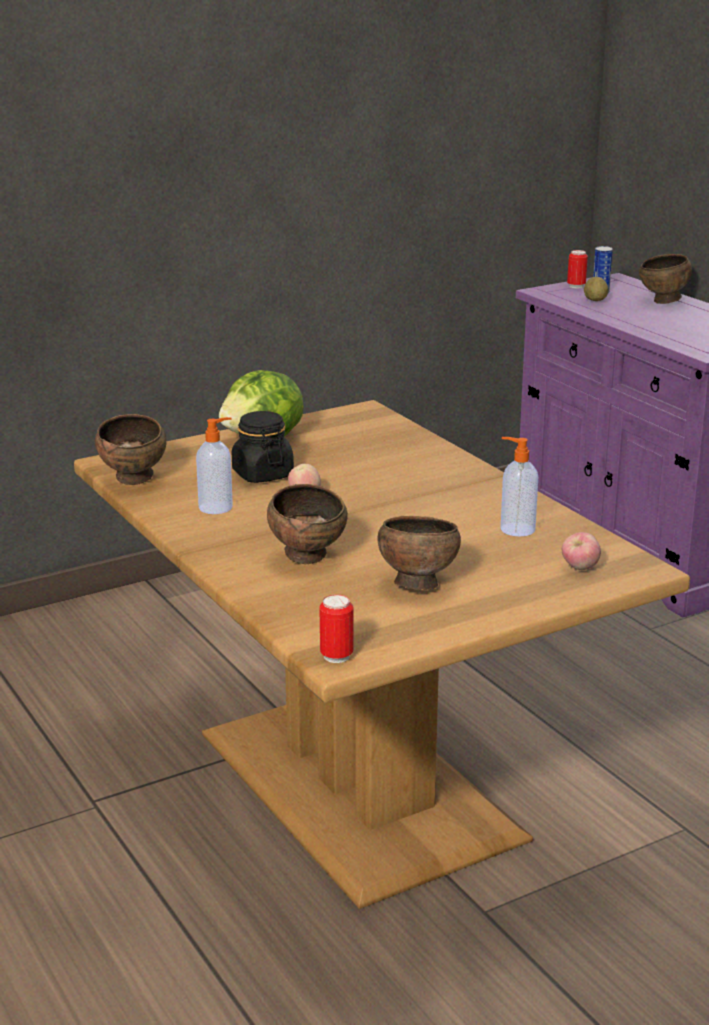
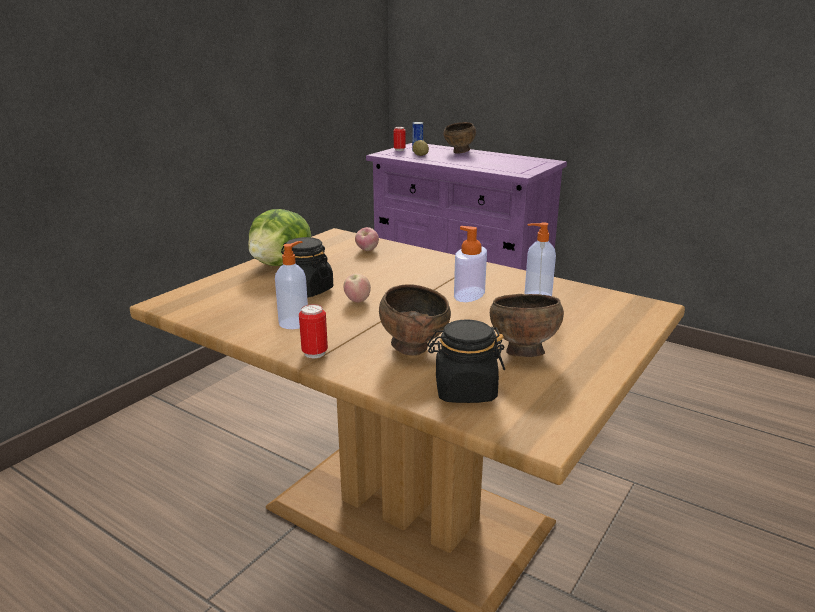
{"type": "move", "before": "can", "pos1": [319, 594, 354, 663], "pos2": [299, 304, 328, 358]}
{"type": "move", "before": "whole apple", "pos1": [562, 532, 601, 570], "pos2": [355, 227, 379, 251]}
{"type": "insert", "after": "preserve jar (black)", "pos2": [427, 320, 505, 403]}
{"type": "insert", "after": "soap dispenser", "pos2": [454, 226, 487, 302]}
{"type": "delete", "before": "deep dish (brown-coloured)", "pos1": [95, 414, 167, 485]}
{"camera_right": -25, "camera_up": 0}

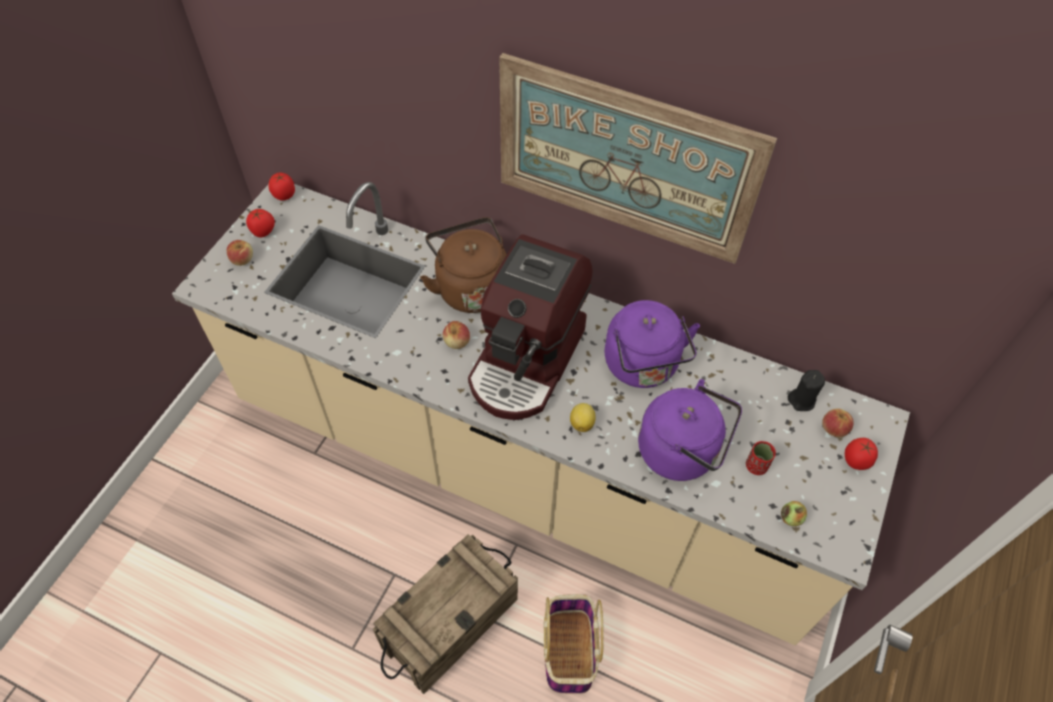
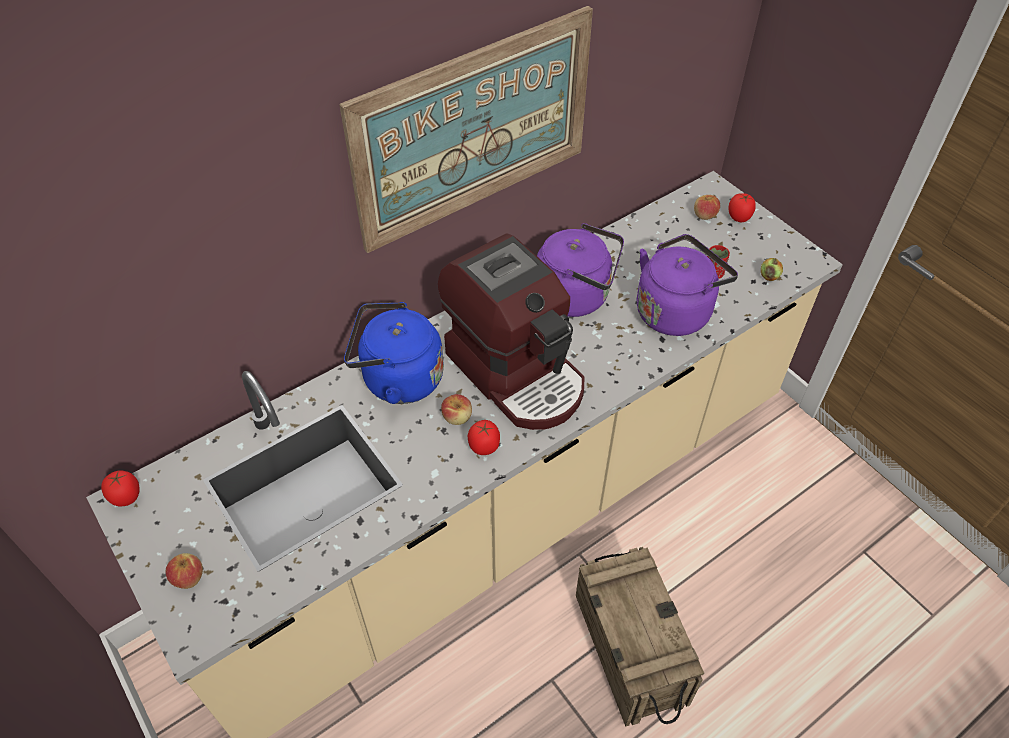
{"type": "recolor", "before": "tea kettle (brown-coloured)", "after": "tea kettle (blue)", "pos1": [420, 217, 507, 313], "pos2": [344, 302, 444, 404]}
{"type": "move", "before": "fresh tomato", "pos1": [246, 209, 275, 237], "pos2": [468, 420, 500, 455]}
{"type": "delete", "before": "basket", "pos1": [544, 594, 604, 694]}
{"type": "delete", "before": "citrus fruit", "pos1": [570, 403, 596, 432]}
{"type": "delete", "before": "wax light (black)", "pos1": [788, 370, 825, 411]}
{"camera_right": -60, "camera_up": -5}

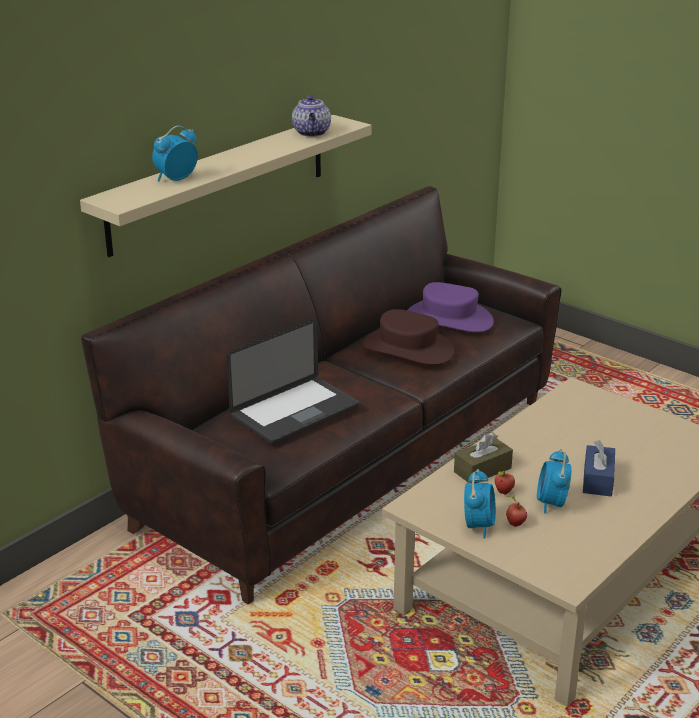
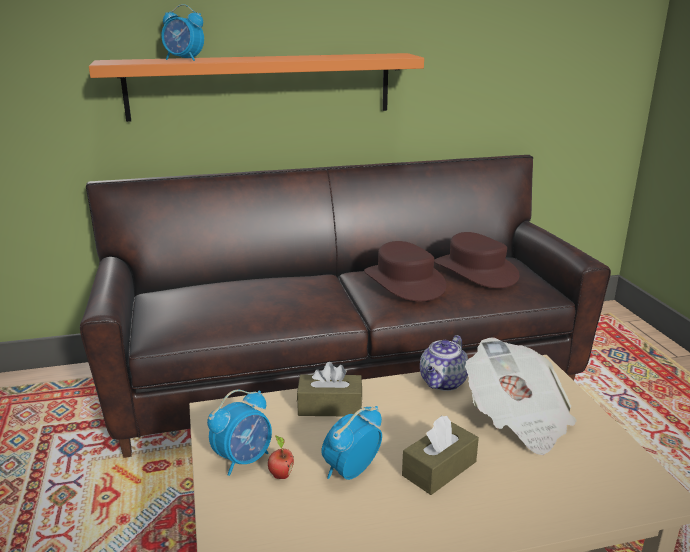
{"type": "recolor", "before": "wall shelf (sand-coloured)", "after": "wall shelf (orange-coloured)", "pos1": [80, 115, 372, 257], "pos2": [89, 53, 424, 122]}
{"type": "rotate", "before": "alarm clock", "pos1": [152, 126, 198, 182], "pos2": [161, 4, 204, 61], "turn": -150}
{"type": "recolor", "before": "tissue box (blue)", "after": "tissue box (brown-coloured)", "pos1": [583, 440, 615, 496], "pos2": [402, 416, 479, 495]}
{"type": "move", "before": "tea pot", "pos1": [292, 95, 331, 137], "pos2": [420, 335, 468, 391]}
{"type": "recolor", "before": "hat (purple-coloured)", "after": "hat (brown-coloured)", "pos1": [407, 282, 493, 332], "pos2": [434, 232, 519, 288]}
{"type": "insert", "after": "daily paper", "pos2": [465, 338, 577, 455]}
{"type": "delete", "before": "notebook computer", "pos1": [226, 319, 359, 444]}
{"type": "delete", "before": "whole apple", "pos1": [495, 471, 515, 495]}
{"camera_right": 35, "camera_up": -5}

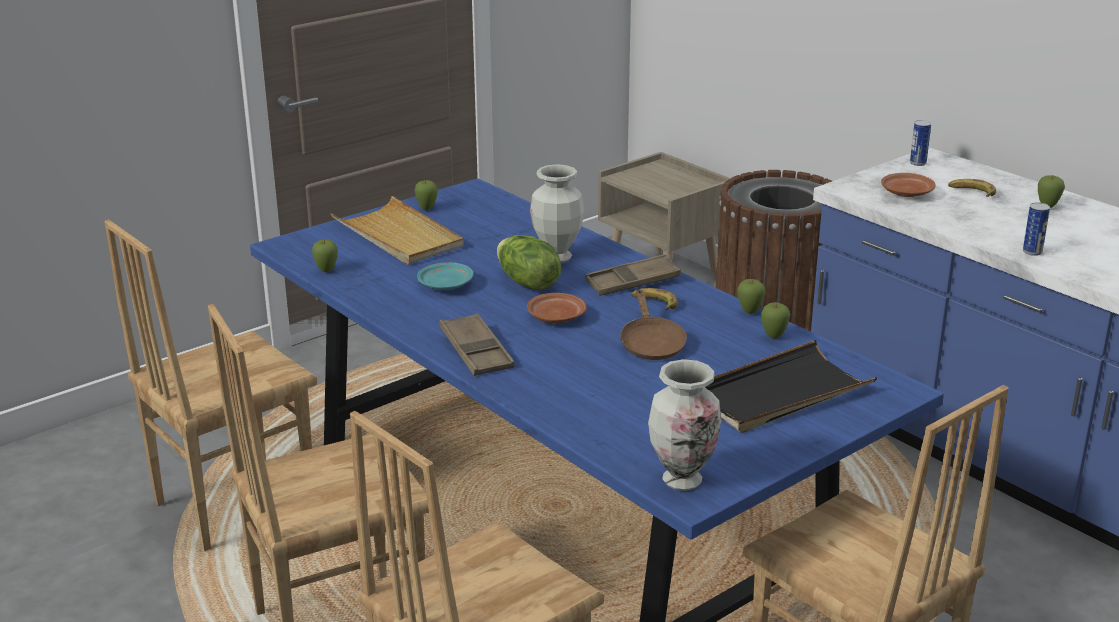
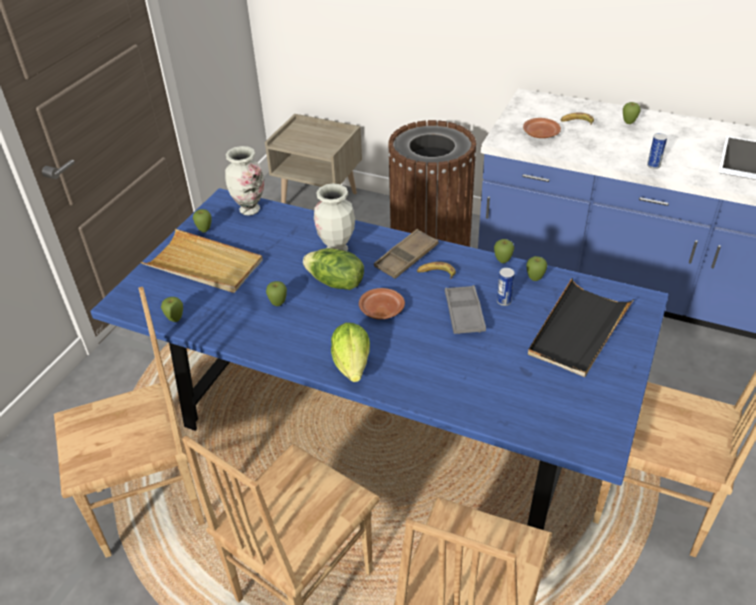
{"type": "rotate", "before": "plain chair (brown-coloured)", "pos1": [104, 219, 317, 551], "pos2": [54, 287, 205, 558], "turn": -135}
{"type": "move", "before": "decorative vase", "pos1": [648, 359, 721, 491], "pos2": [225, 146, 264, 216]}
{"type": "replace", "before": "flat dish (turquoise)", "after": "whole apple", "pos1": [417, 262, 474, 290], "pos2": [266, 281, 287, 306]}
{"type": "replace", "before": "carrying tray (brown-coloured)", "after": "lettuce", "pos1": [439, 313, 515, 376], "pos2": [331, 323, 370, 382]}
{"type": "replace", "before": "frying pan (brown-coloured)", "after": "carrying tray (greyish)", "pos1": [620, 289, 687, 360], "pos2": [445, 285, 486, 334]}
{"type": "move", "before": "can", "pos1": [910, 120, 931, 166], "pos2": [497, 268, 515, 306]}
{"camera_right": -25, "camera_up": 15}

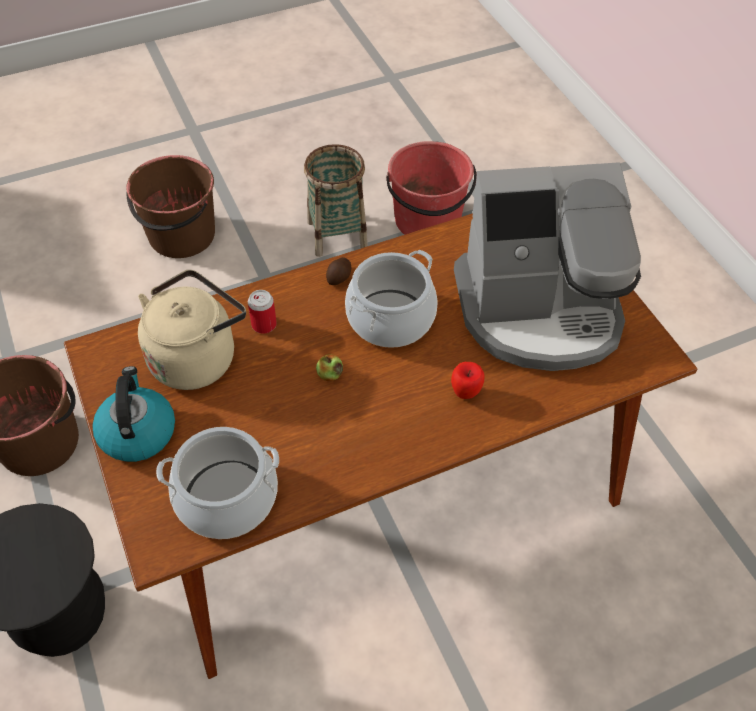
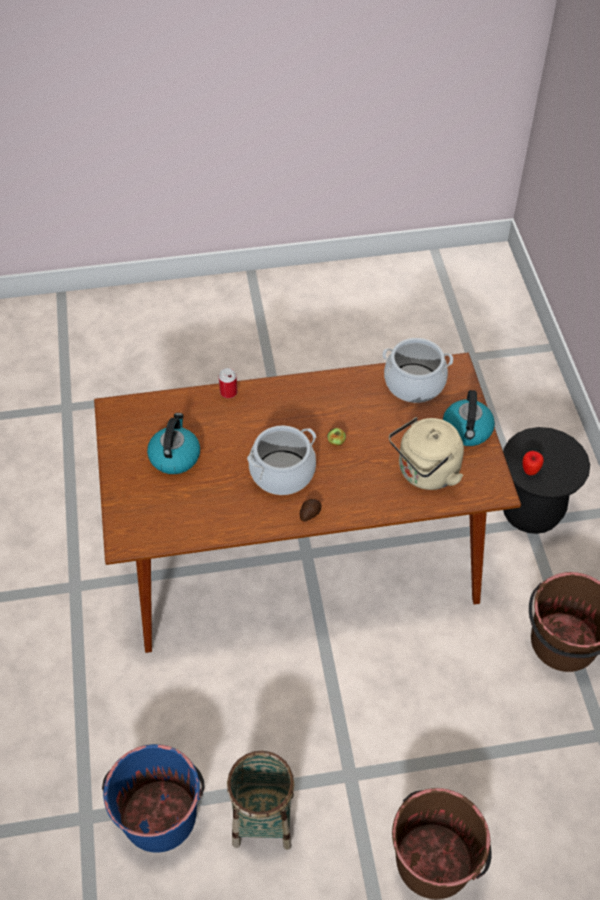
{"type": "recolor", "before": "water bucket (red)", "after": "water bucket (blue)", "pos1": [386, 141, 477, 235], "pos2": [102, 744, 204, 853]}
{"type": "replace", "before": "coffee machine", "after": "tea kettle", "pos1": [454, 162, 641, 371], "pos2": [147, 413, 200, 474]}
{"type": "move", "before": "can", "pos1": [248, 290, 277, 334], "pos2": [219, 368, 237, 398]}
{"type": "move", "before": "whole apple", "pos1": [451, 362, 484, 399], "pos2": [522, 451, 544, 475]}
{"camera_right": -165, "camera_up": 0}

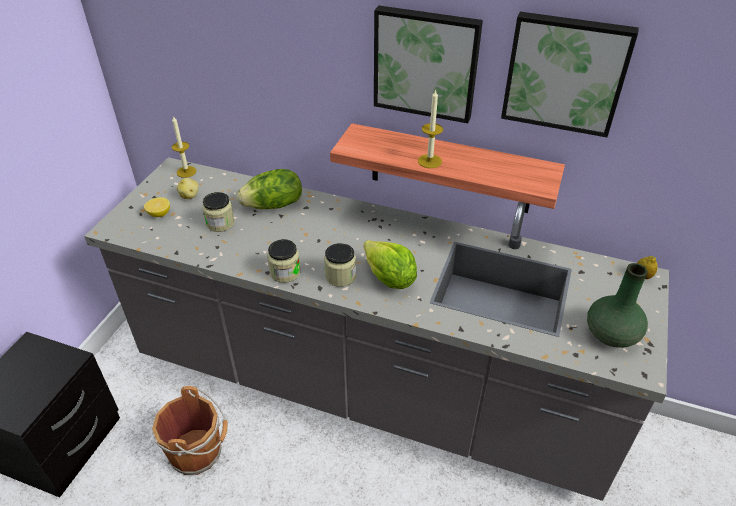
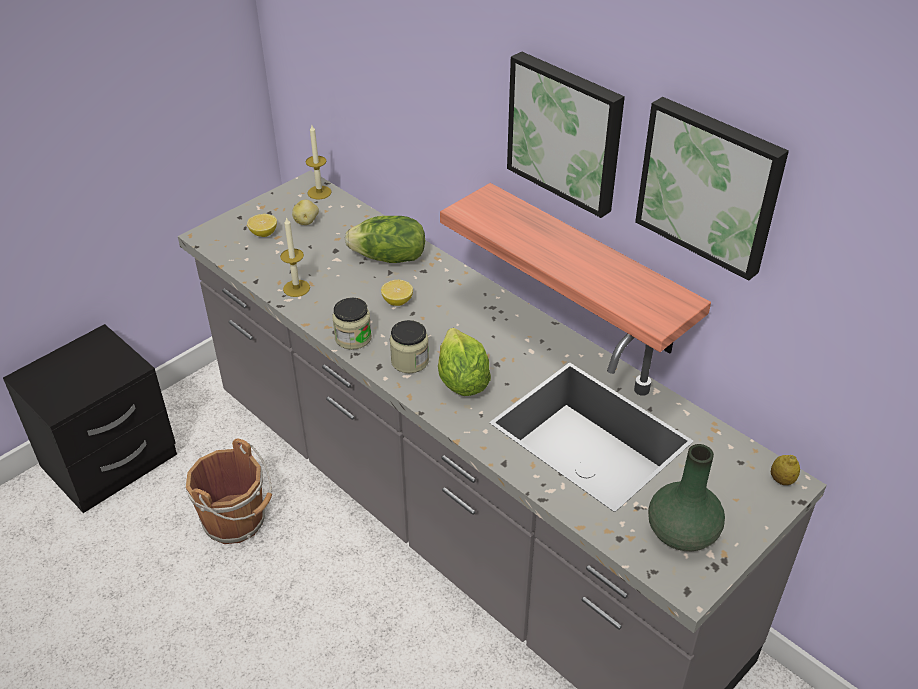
{"type": "move", "before": "wax light", "pos1": [418, 89, 443, 168], "pos2": [280, 217, 310, 297]}
{"type": "insert", "after": "citrus fruit", "pos2": [381, 280, 413, 306]}
{"type": "delete", "before": "preserve jar", "pos1": [202, 192, 235, 232]}
{"camera_right": 25, "camera_up": 0}

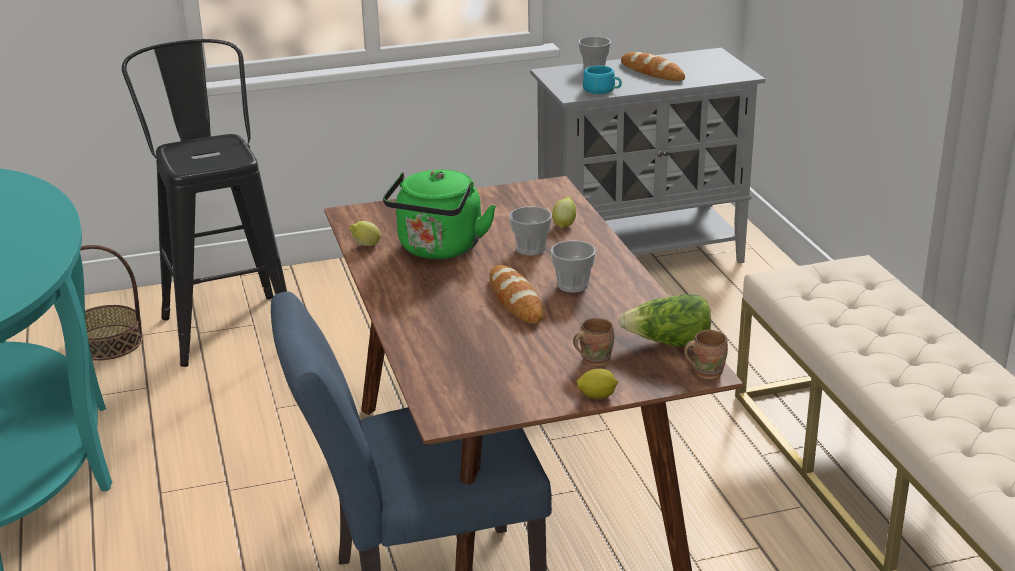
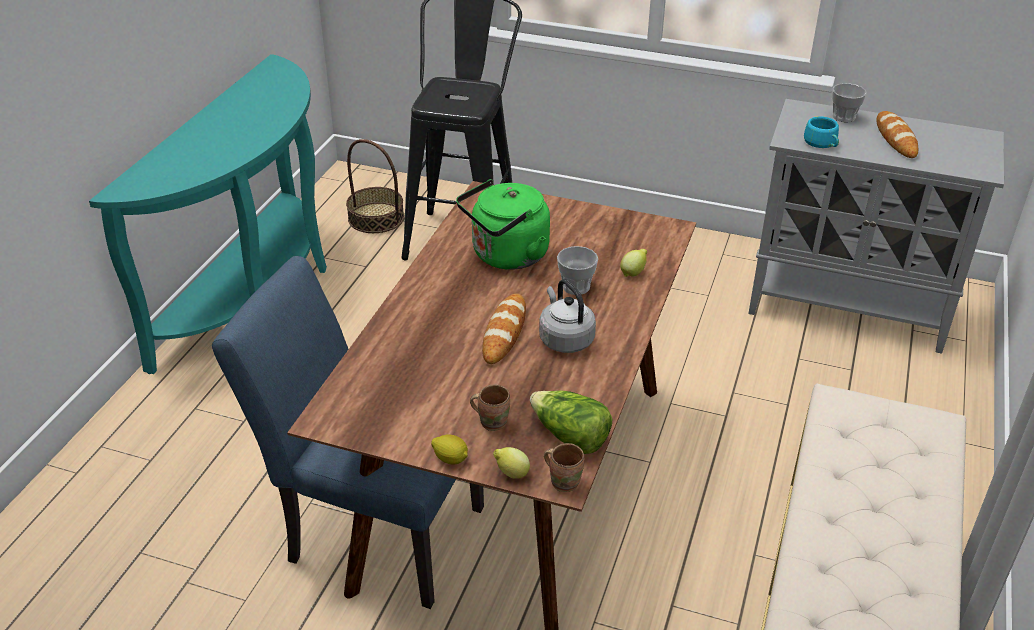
{"type": "move", "before": "citrus fruit", "pos1": [349, 221, 380, 246], "pos2": [493, 447, 530, 479]}
{"type": "replace", "before": "cup", "after": "tea kettle (greyish)", "pos1": [550, 240, 596, 293], "pos2": [539, 279, 596, 353]}
{"camera_right": 35, "camera_up": 10}

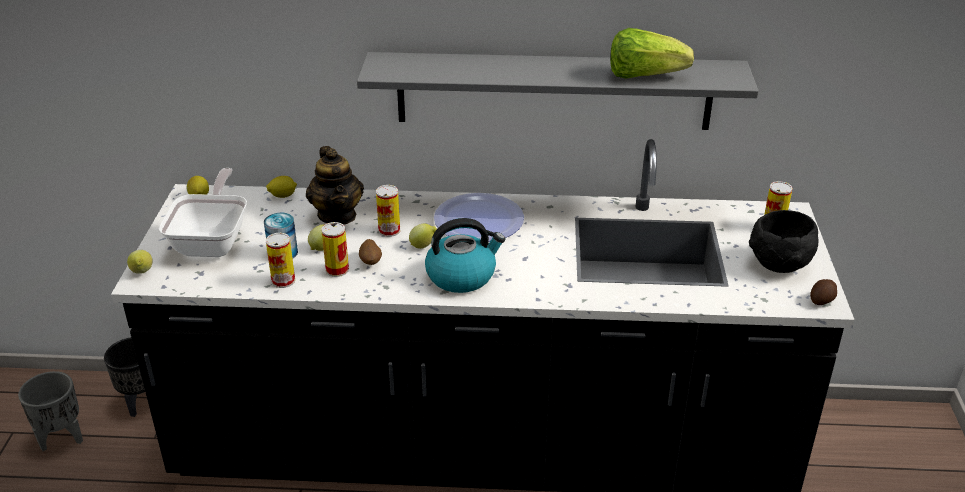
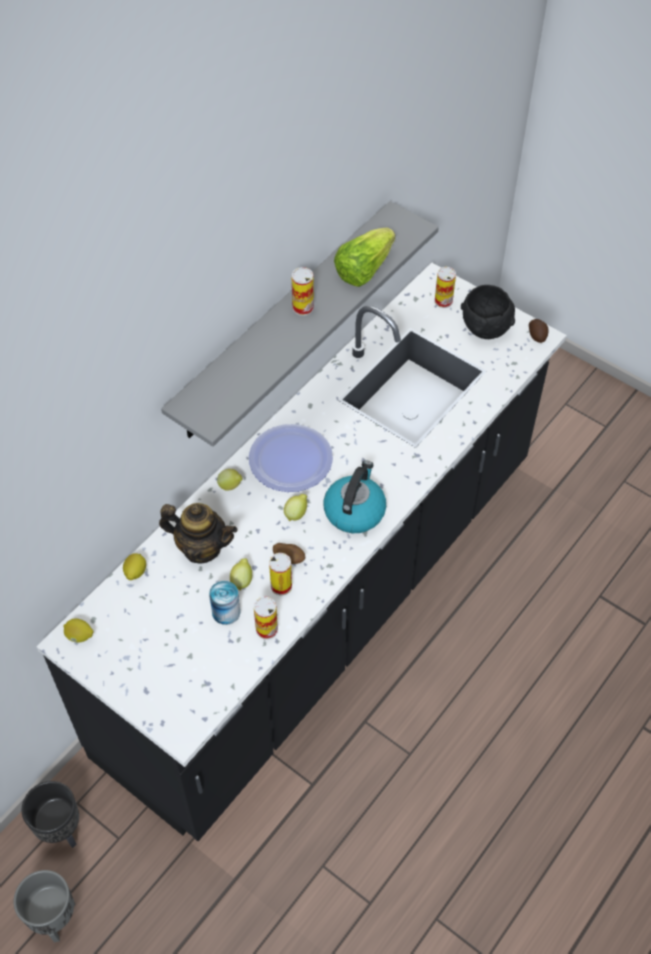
{"type": "move", "before": "citrus fruit", "pos1": [127, 250, 152, 274], "pos2": [217, 469, 243, 491]}
{"type": "move", "before": "can", "pos1": [376, 185, 400, 237], "pos2": [291, 267, 314, 316]}
{"type": "delete", "before": "frying pan", "pos1": [159, 168, 247, 257]}
{"camera_right": -55, "camera_up": 20}

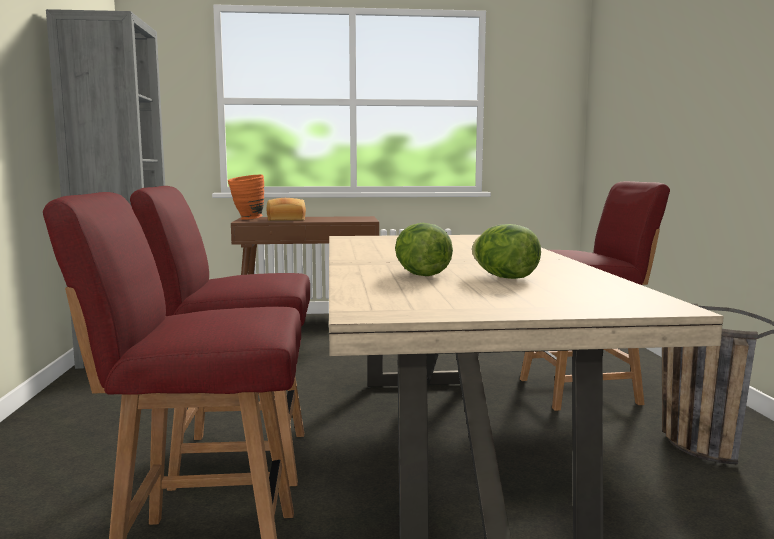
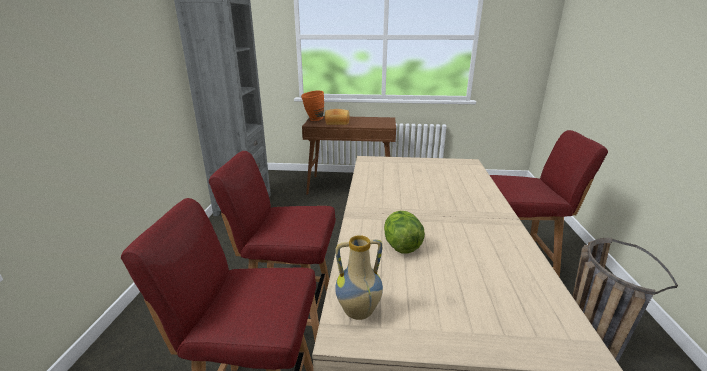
{"type": "insert", "after": "decorative vase", "pos2": [335, 235, 383, 320]}
{"type": "delete", "before": "lettuce", "pos1": [472, 224, 541, 279]}
{"camera_right": 10, "camera_up": 15}

